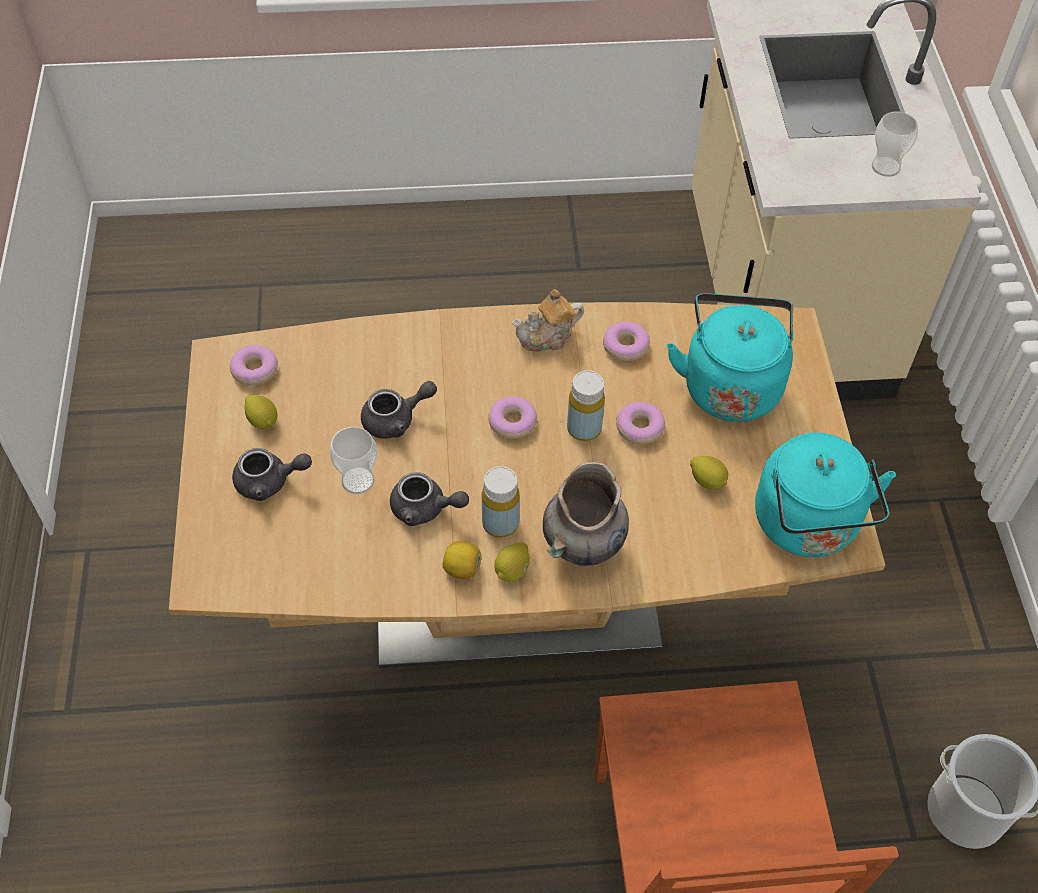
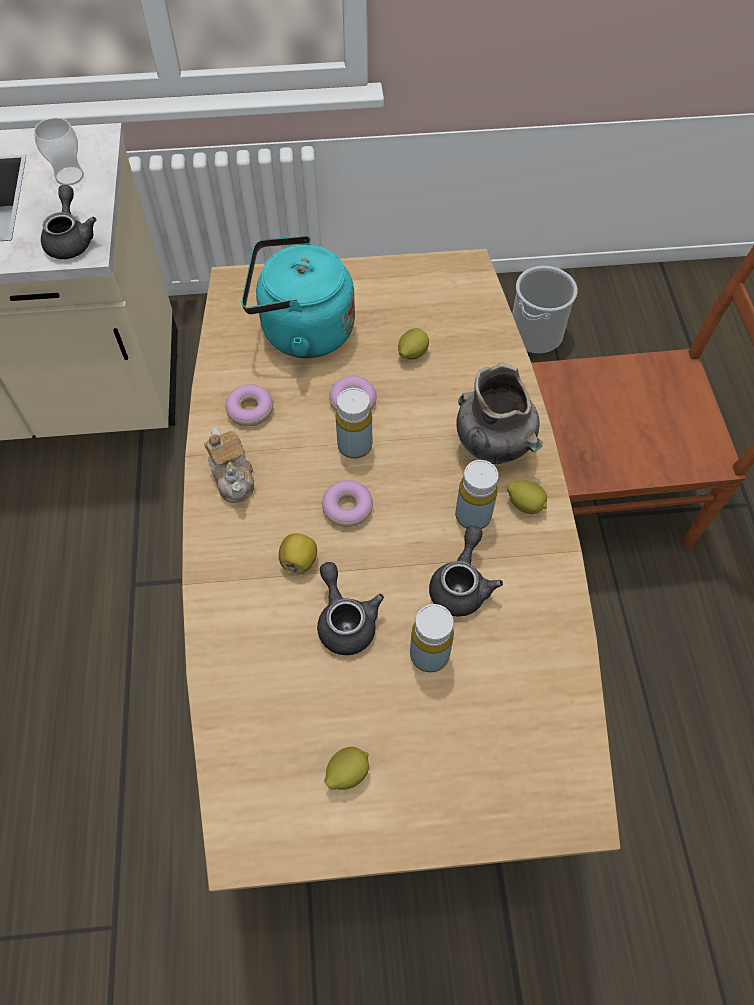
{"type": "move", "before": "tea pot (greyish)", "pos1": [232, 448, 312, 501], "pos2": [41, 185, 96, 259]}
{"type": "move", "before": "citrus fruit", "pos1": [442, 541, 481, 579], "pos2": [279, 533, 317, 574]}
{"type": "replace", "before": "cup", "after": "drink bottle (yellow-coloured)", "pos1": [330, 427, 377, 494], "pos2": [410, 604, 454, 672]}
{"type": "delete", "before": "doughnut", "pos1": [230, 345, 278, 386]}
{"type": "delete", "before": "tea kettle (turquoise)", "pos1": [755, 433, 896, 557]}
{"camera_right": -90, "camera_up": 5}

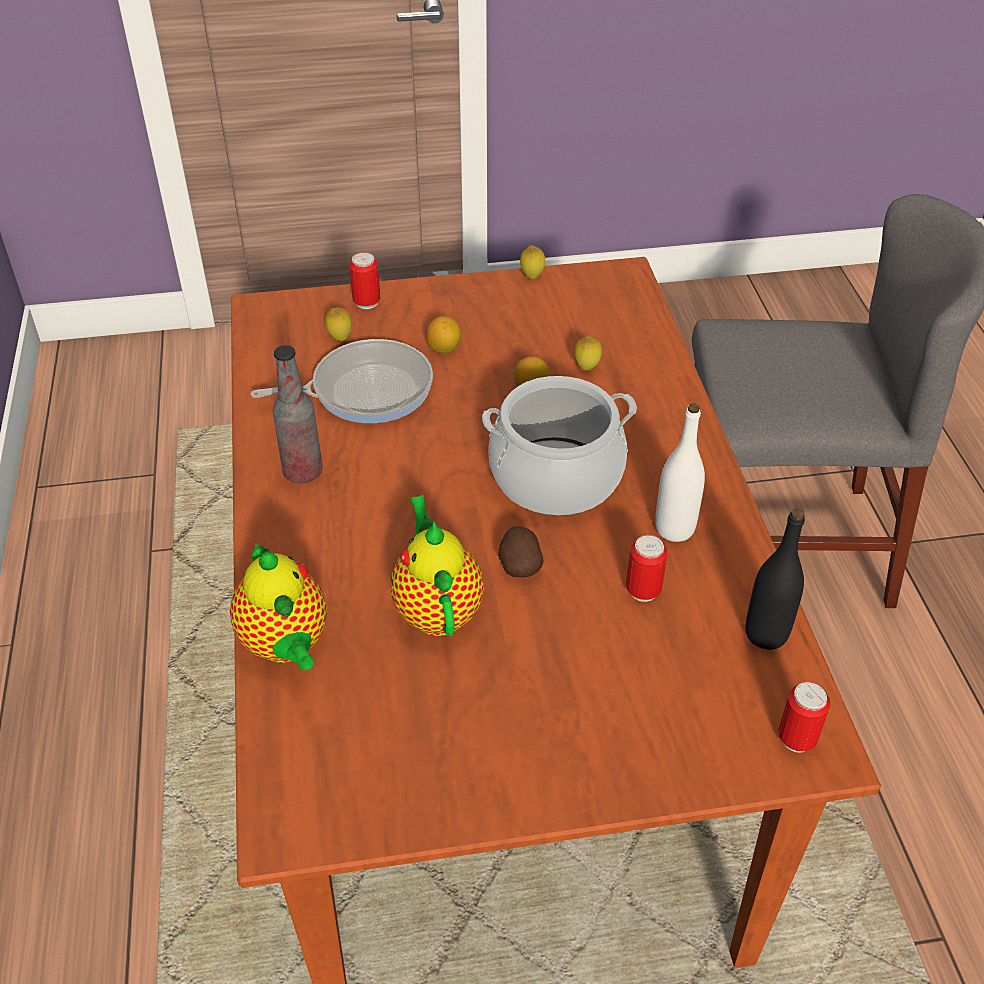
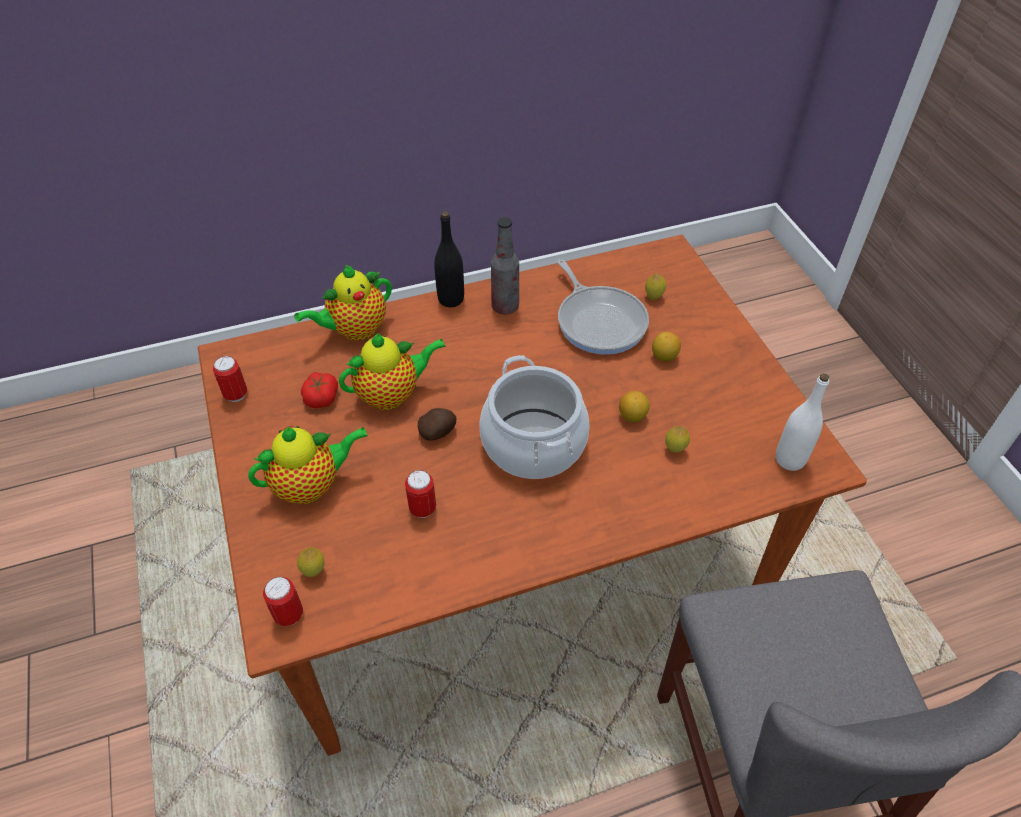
{"type": "move", "before": "can", "pos1": [349, 252, 381, 309], "pos2": [213, 356, 247, 402]}
{"type": "insert", "after": "tea pot", "pos2": [248, 426, 368, 504]}
{"type": "move", "before": "citrus fruit", "pos1": [520, 245, 545, 279], "pos2": [297, 547, 324, 577]}
{"type": "insert", "after": "fresh tomato", "pos2": [301, 372, 338, 409]}
{"type": "move", "before": "drink bottle (black)", "pos1": [746, 509, 805, 650], "pos2": [434, 212, 464, 307]}
{"type": "move", "before": "drink bottle (white-coloured)", "pos1": [655, 403, 705, 542], "pos2": [776, 374, 829, 471]}
{"camera_right": 80, "camera_up": 5}

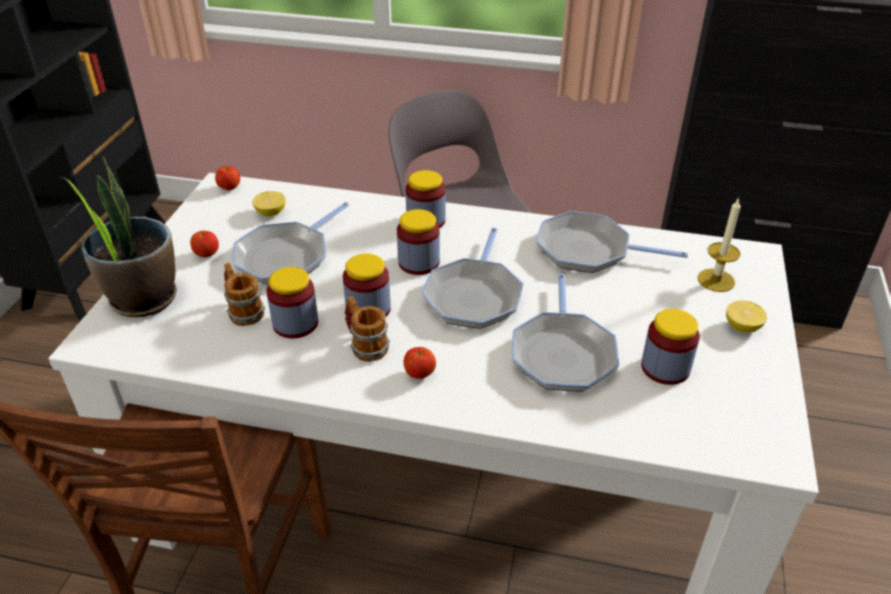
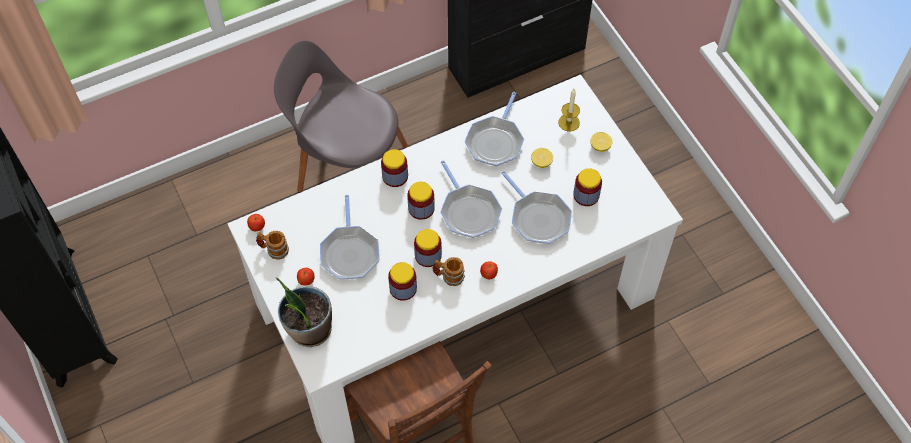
{"type": "move", "before": "mug", "pos1": [224, 263, 265, 326], "pos2": [256, 231, 289, 260]}
{"type": "rotate", "before": "frying pan", "pos1": [536, 211, 688, 273], "pos2": [465, 92, 524, 166], "turn": -45}
{"type": "move", "before": "citrus fruit", "pos1": [252, 191, 286, 216], "pos2": [531, 148, 553, 168]}
{"camera_right": -40, "camera_up": 20}

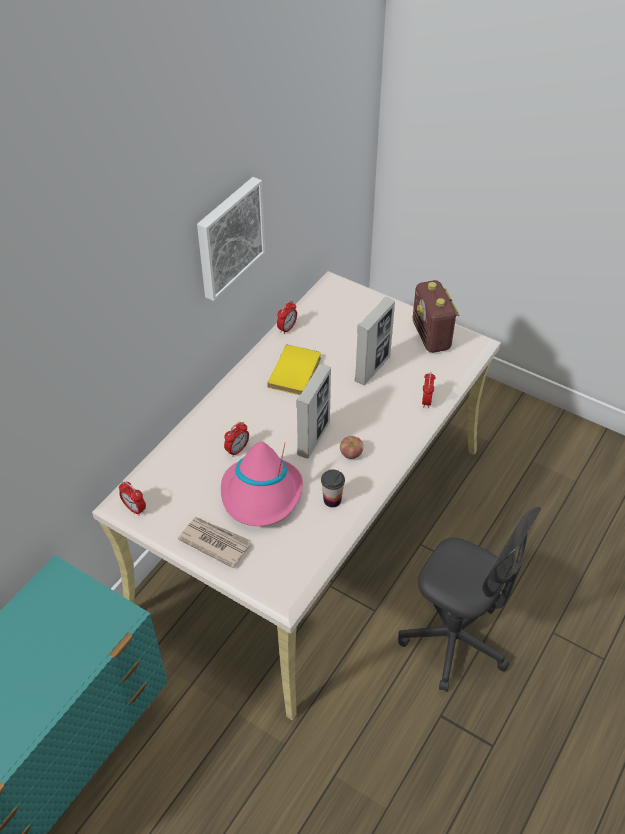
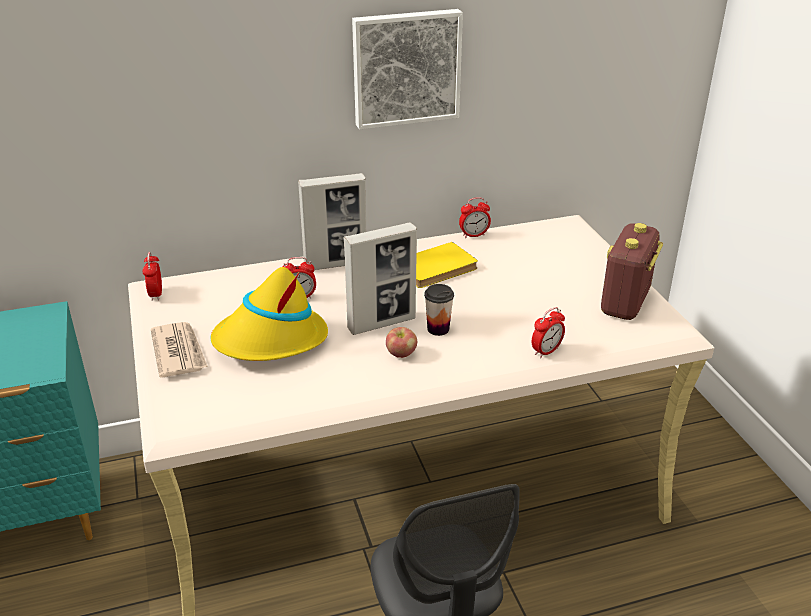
{"type": "recolor", "before": "hat (pinkish)", "after": "hat (yellow-coloured)", "pos1": [221, 442, 303, 526], "pos2": [211, 267, 328, 361]}
{"type": "move", "before": "picture frame", "pos1": [355, 297, 395, 385], "pos2": [298, 173, 366, 270]}
{"type": "move", "before": "cup", "pos1": [321, 469, 345, 507], "pos2": [424, 284, 454, 336]}
{"camera_right": 40, "camera_up": -15}

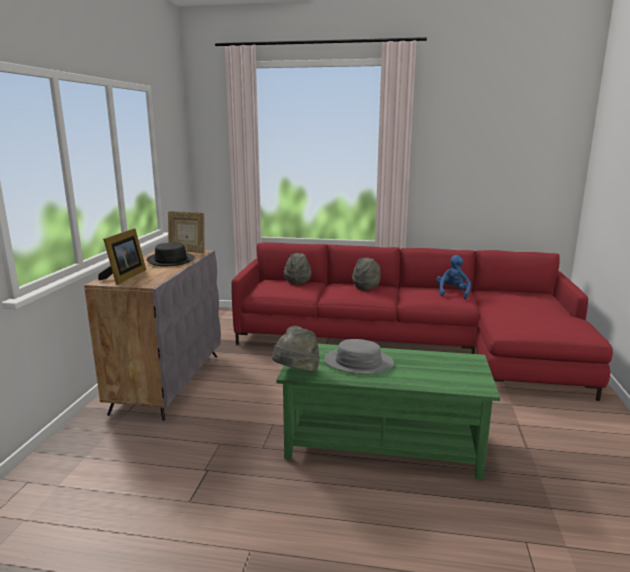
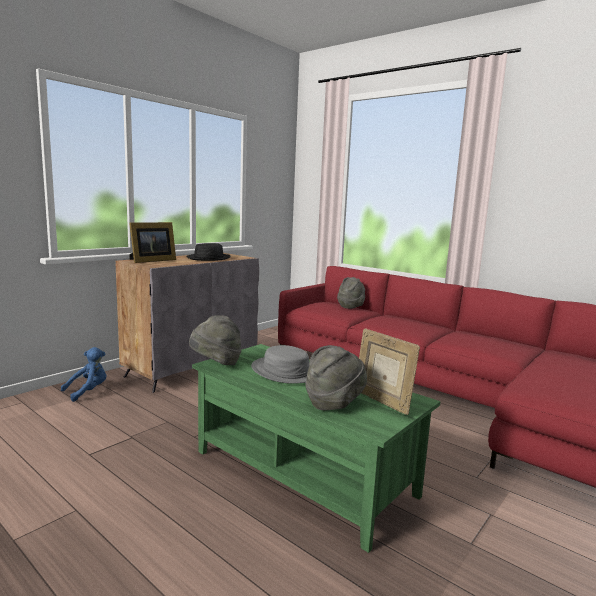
{"type": "move", "before": "soft toy (blue)", "pos1": [436, 255, 471, 299], "pos2": [61, 347, 106, 402]}
{"type": "move", "before": "hat (greyish)", "pos1": [352, 257, 381, 290], "pos2": [305, 345, 367, 410]}
{"type": "move", "before": "picture frame", "pos1": [168, 211, 205, 253], "pos2": [359, 328, 420, 415]}
{"camera_right": 30, "camera_up": -5}

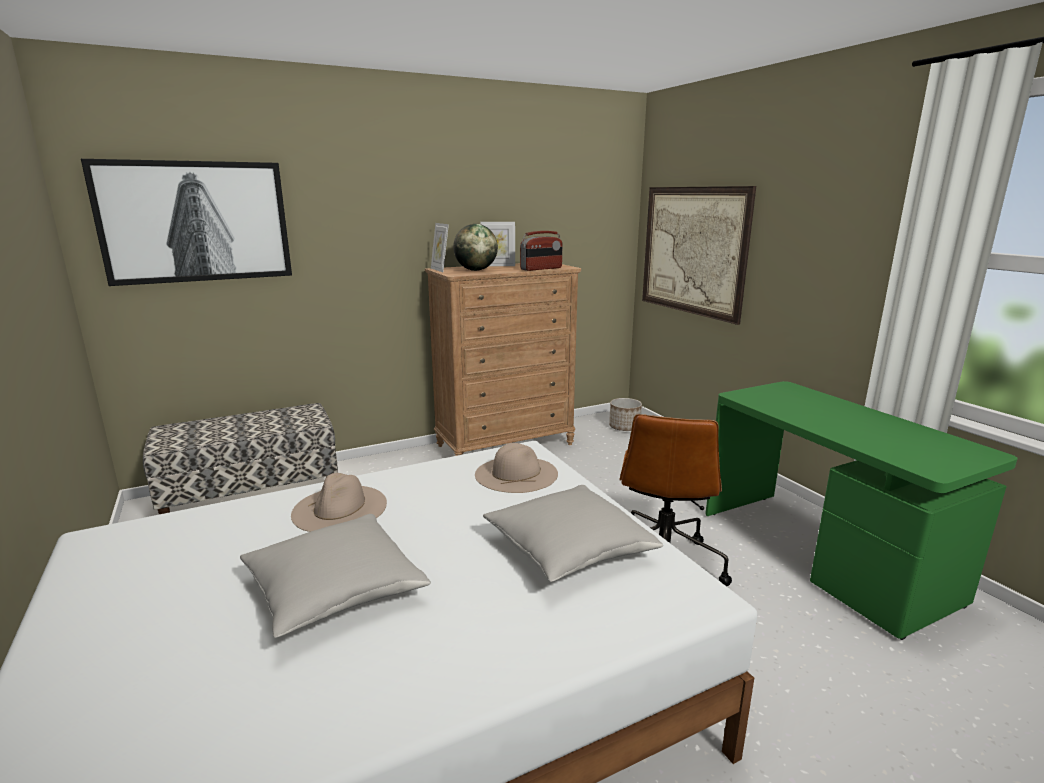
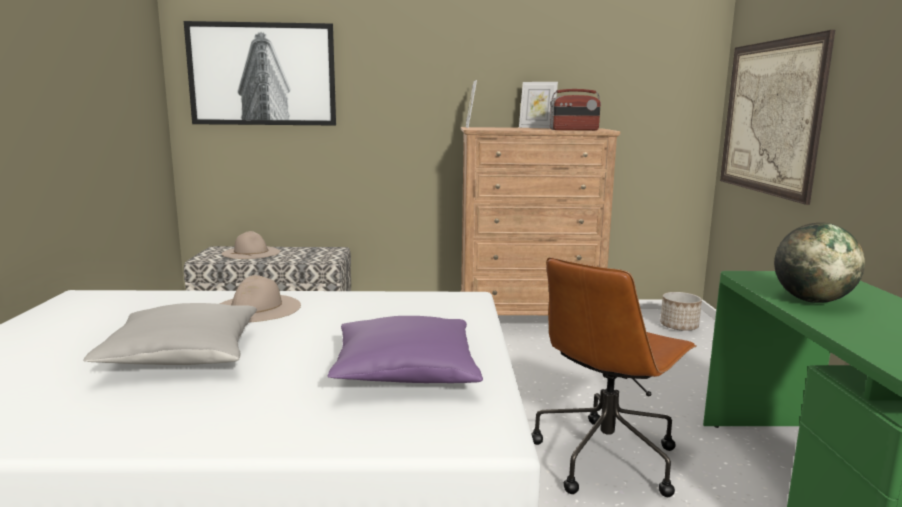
{"type": "move", "before": "hat (sand-coloured)", "pos1": [475, 443, 558, 493], "pos2": [222, 231, 280, 259]}
{"type": "recolor", "before": "throw pillow (greyish)", "after": "throw pillow (purple-coloured)", "pos1": [483, 485, 663, 582], "pos2": [328, 316, 483, 383]}
{"type": "move", "before": "desk globe", "pos1": [453, 224, 498, 271], "pos2": [774, 223, 865, 303]}
{"camera_right": 25, "camera_up": -5}

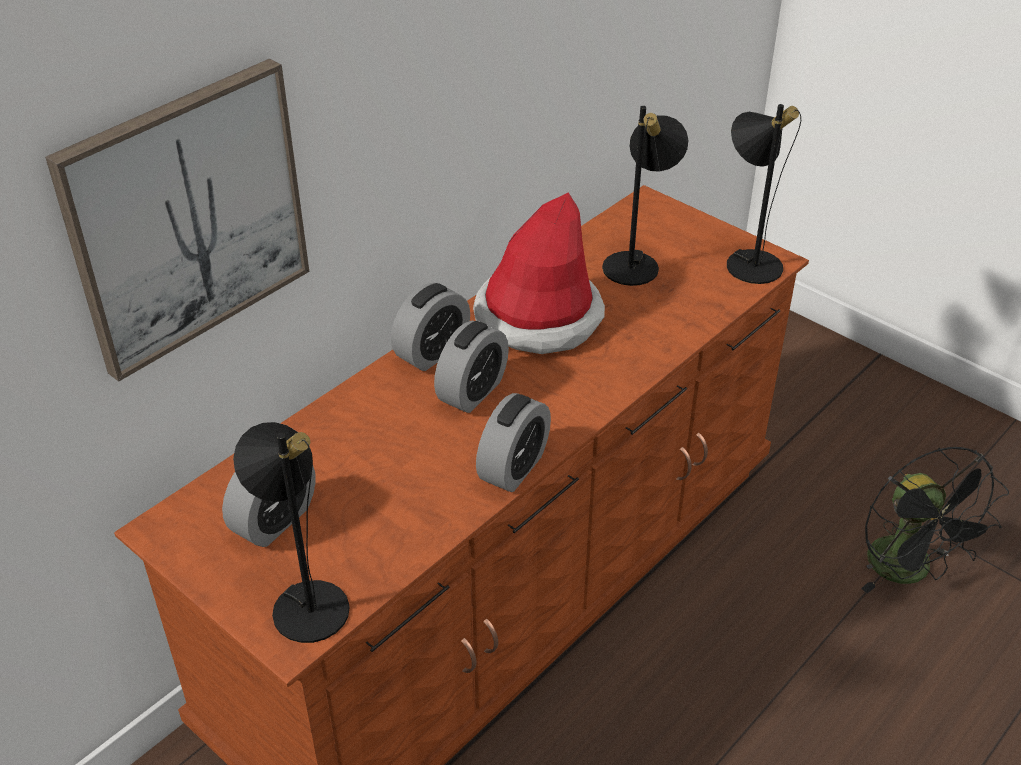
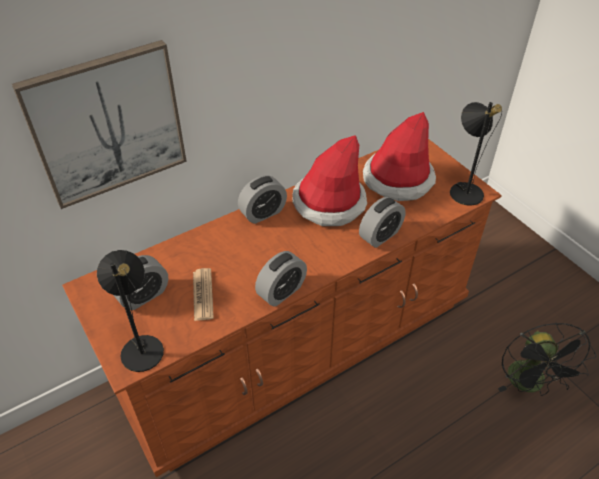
{"type": "insert", "after": "daily paper", "pos2": [193, 268, 214, 321]}
{"type": "move", "before": "alarm clock", "pos1": [434, 321, 509, 413], "pos2": [359, 197, 406, 248]}
{"type": "replace", "before": "lamp for a table (black)", "after": "hat", "pos1": [602, 106, 689, 286], "pos2": [363, 112, 436, 201]}
{"camera_right": 15, "camera_up": 5}

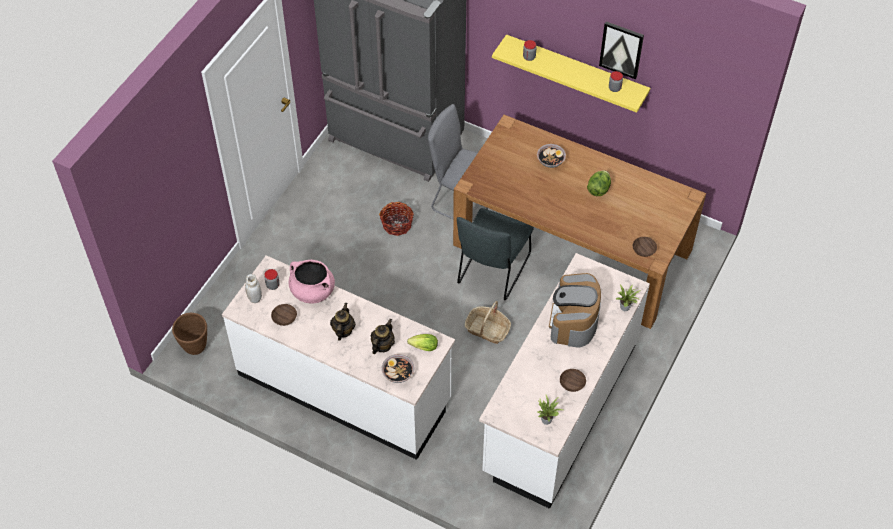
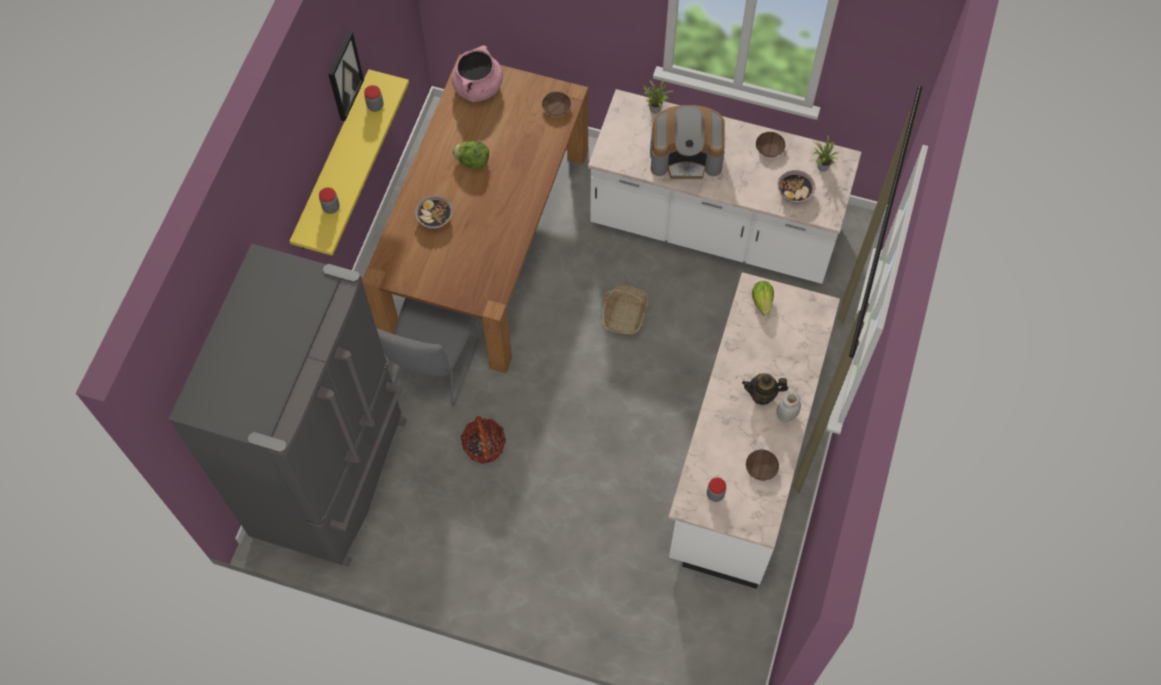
{"type": "move", "before": "cooking pot (pinkish)", "pos1": [289, 260, 335, 303], "pos2": [452, 46, 503, 102]}
{"type": "move", "before": "preserve jar (white-coloured)", "pos1": [245, 274, 262, 303], "pos2": [776, 392, 801, 423]}
{"type": "move", "before": "deep dish", "pos1": [382, 354, 415, 383], "pos2": [778, 170, 815, 203]}
{"type": "delete", "before": "flower pot (brown-coloured)", "pos1": [172, 313, 207, 355]}
{"type": "delete", "before": "tea pot", "pos1": [371, 319, 395, 354]}
{"type": "delete", "before": "plain chair (greyish)", "pos1": [457, 208, 534, 300]}
{"camera_right": -100, "camera_up": 10}

